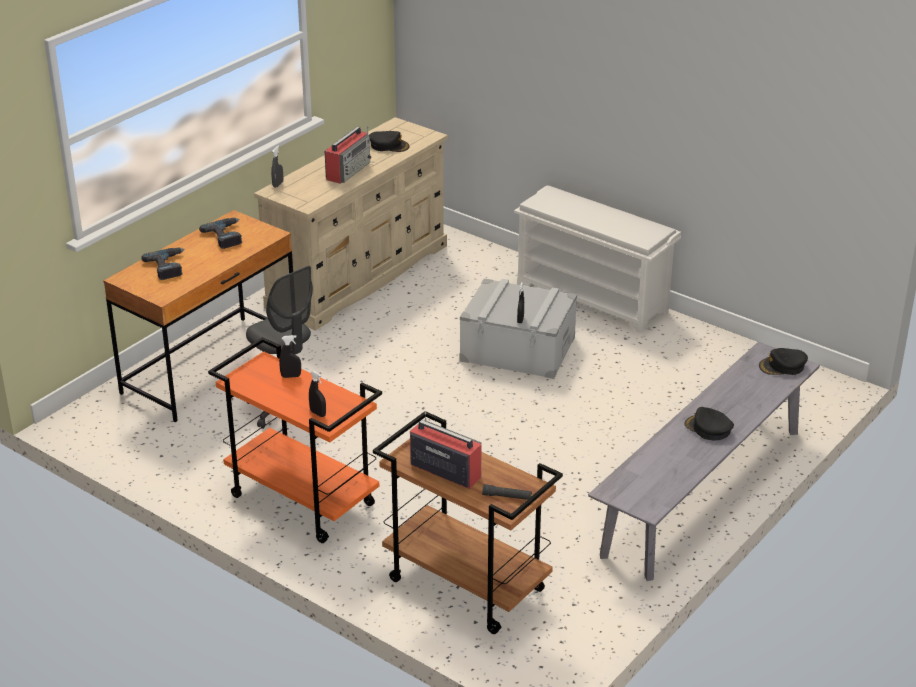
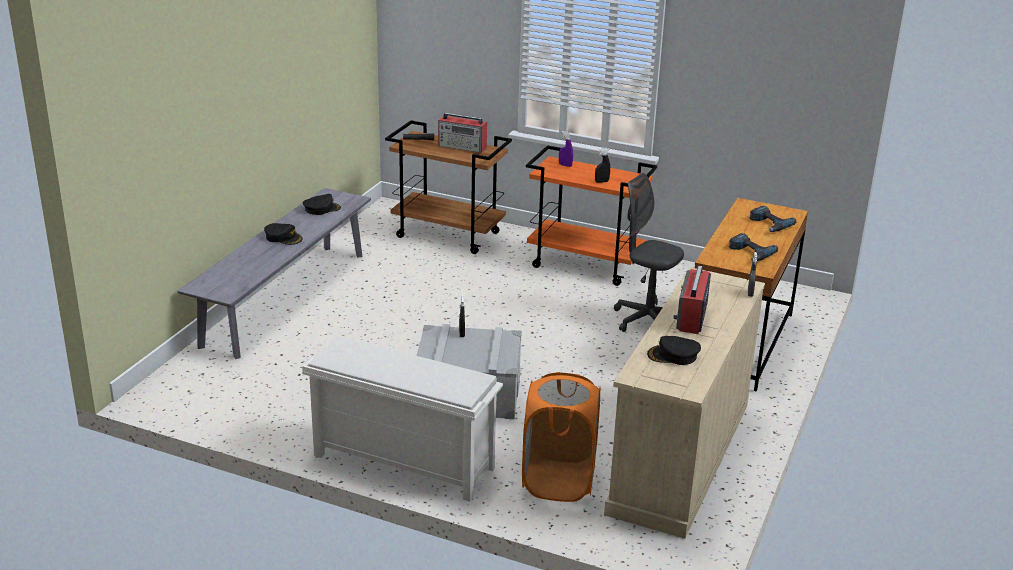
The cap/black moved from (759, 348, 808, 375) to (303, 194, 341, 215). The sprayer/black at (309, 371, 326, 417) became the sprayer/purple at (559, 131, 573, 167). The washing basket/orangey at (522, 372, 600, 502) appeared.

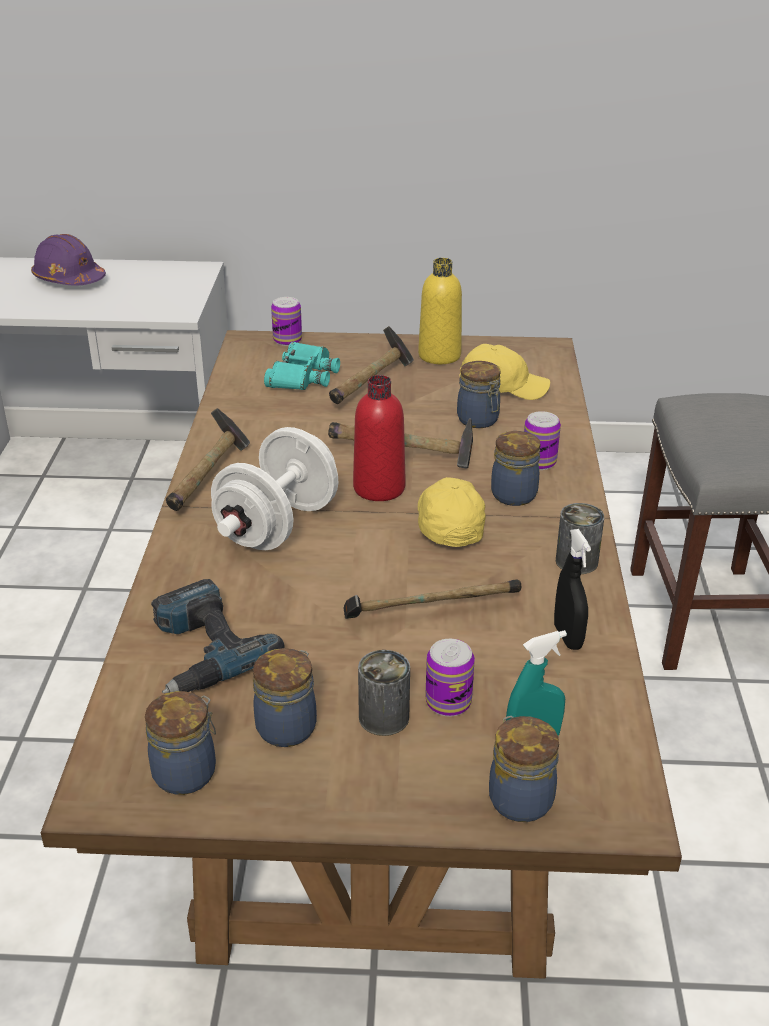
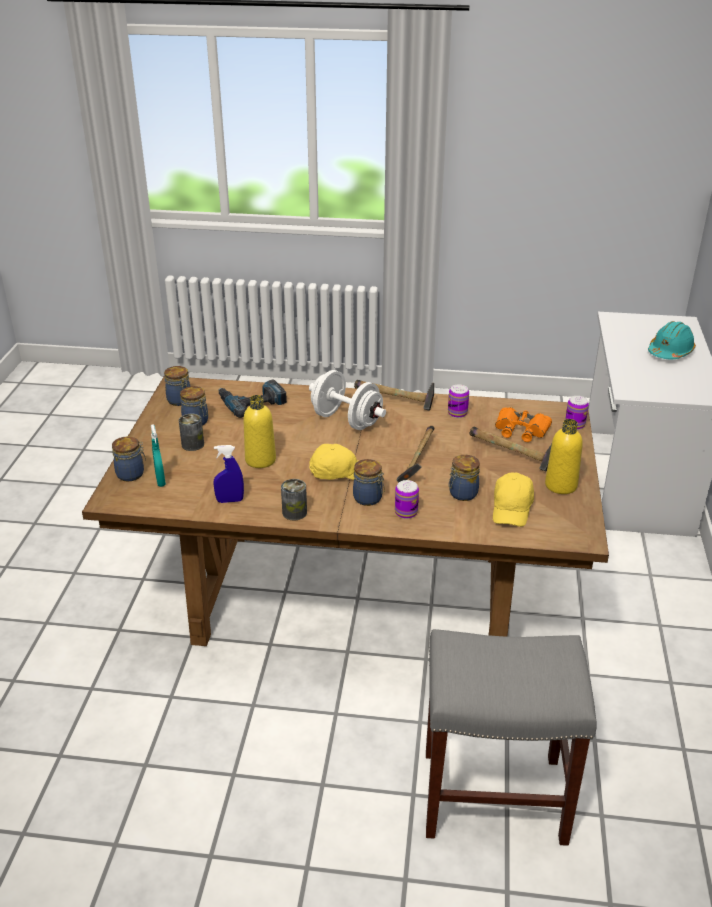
The hard hat/purple at (31, 234, 106, 285) became the hard hat/turquoise at (648, 321, 696, 360). The field glasses/turquoise at (264, 342, 340, 390) became the field glasses/orangey at (495, 407, 552, 442). The drink bottle/reddish at (353, 375, 406, 501) disappeared. The sprayer/black at (554, 529, 591, 650) became the sprayer/blue-coloured at (213, 445, 244, 503). The hammer at (344, 579, 521, 619) was replaced by the drink bottle/yellow at (243, 395, 276, 468). The metal can moved from (425, 639, 475, 717) to (448, 385, 469, 418).

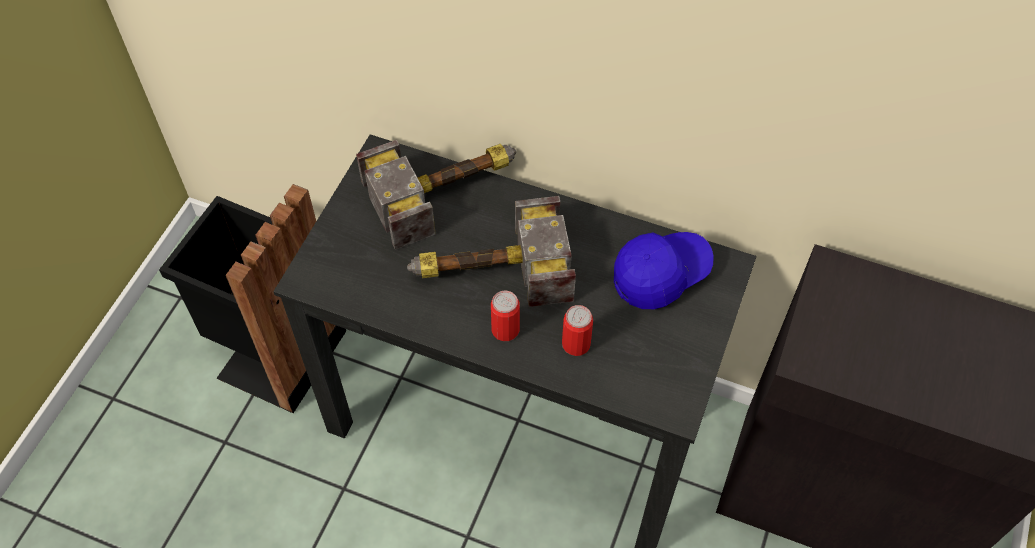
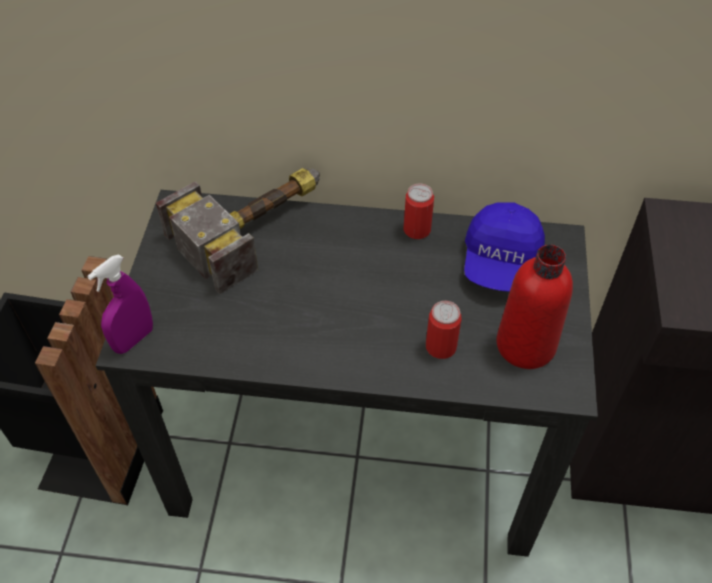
The hammer at (407, 196, 576, 307) disappeared. The cap/blue-coloured at (614, 232, 714, 309) turned 150 degrees clockwise. The metal can moved from (491, 291, 520, 341) to (403, 184, 434, 239). The drink bottle/reddish at (496, 245, 573, 369) appeared. The sprayer/purple at (87, 254, 153, 354) appeared.

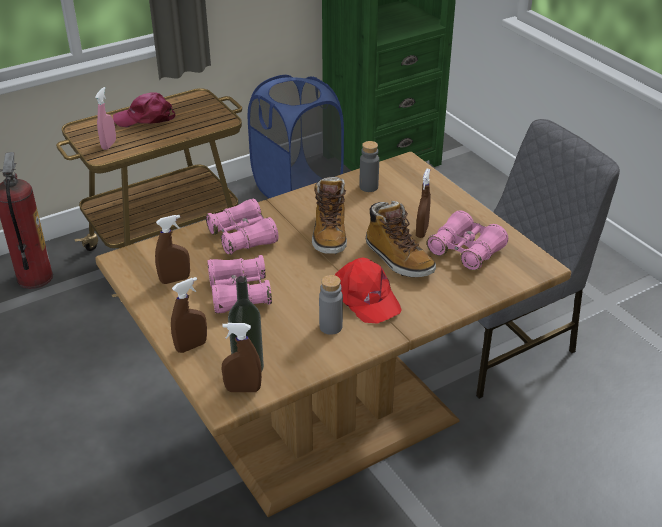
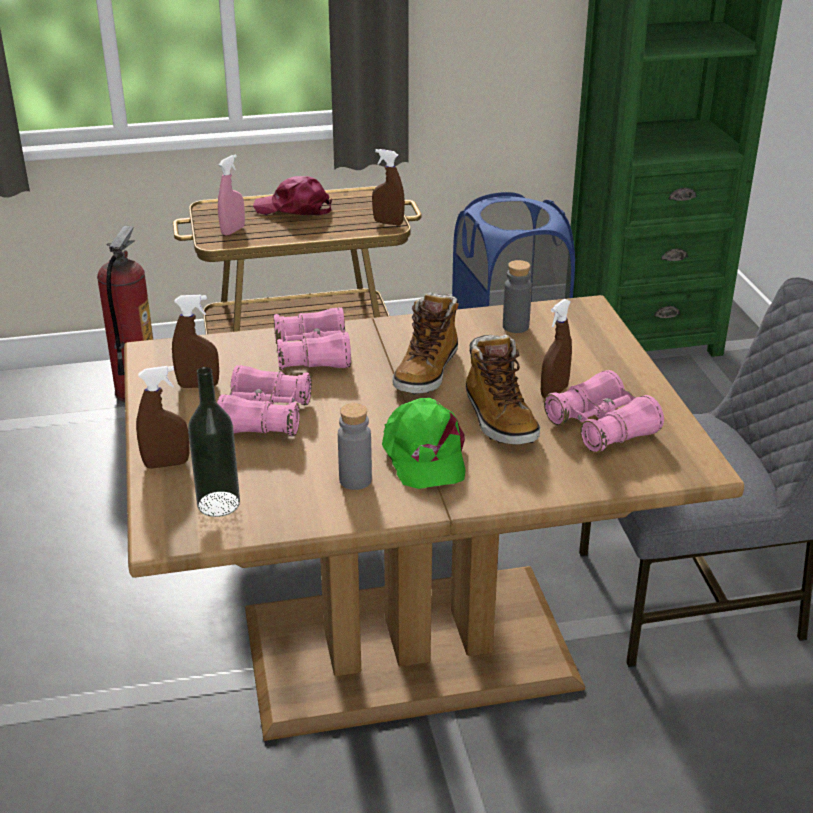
The cap/reddish at (335, 257, 402, 324) became the cap/green at (382, 398, 466, 489). The sprayer/brownish moved from (222, 323, 262, 392) to (372, 149, 405, 225).

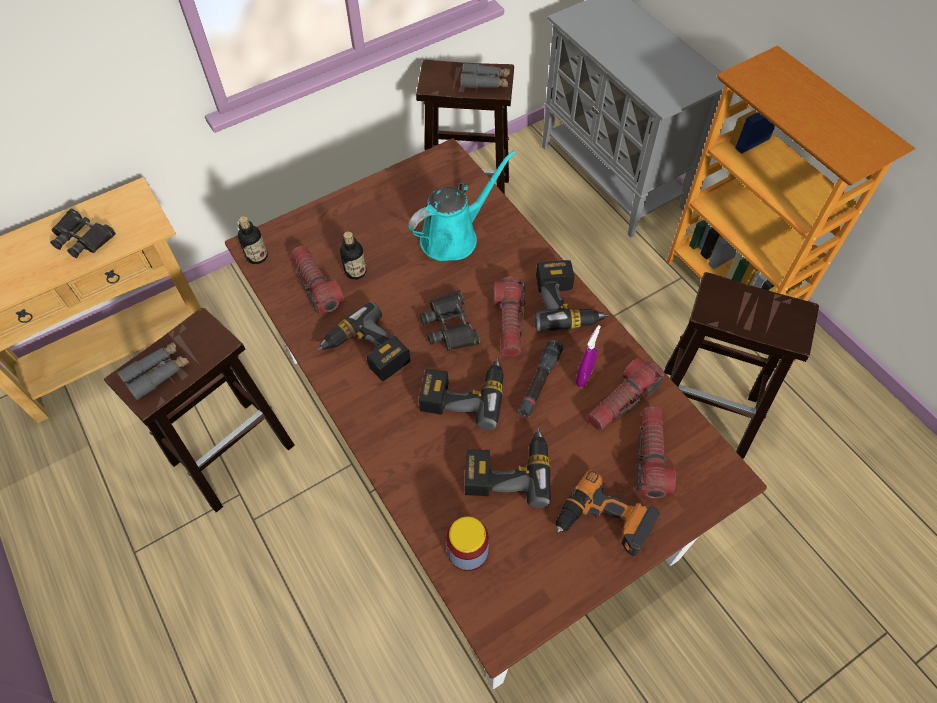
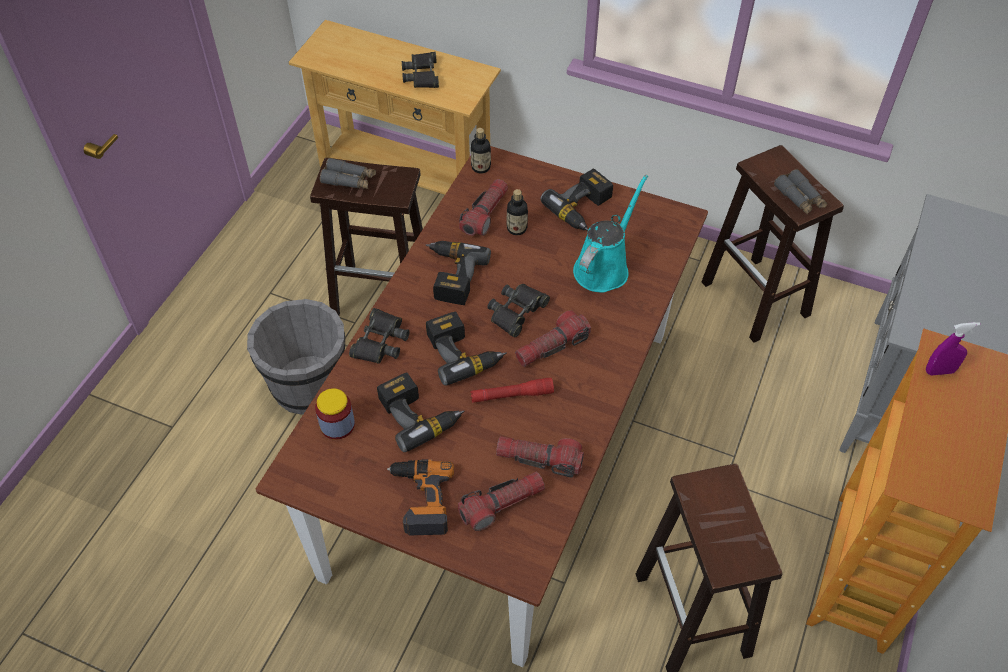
The sprinkling can/turquoise at (408, 151, 515, 261) turned 75 degrees counterclockwise. The electric drill moved from (534, 260, 609, 331) to (541, 168, 613, 231). The sprayer/purple moved from (576, 325, 601, 387) to (926, 322, 980, 375). The hand torch/black at (518, 340, 563, 418) became the hand torch/reddish at (471, 378, 554, 403). The bucket/gray at (247, 299, 345, 415) appeared. The field glasses/black at (349, 308, 410, 364) appeared.

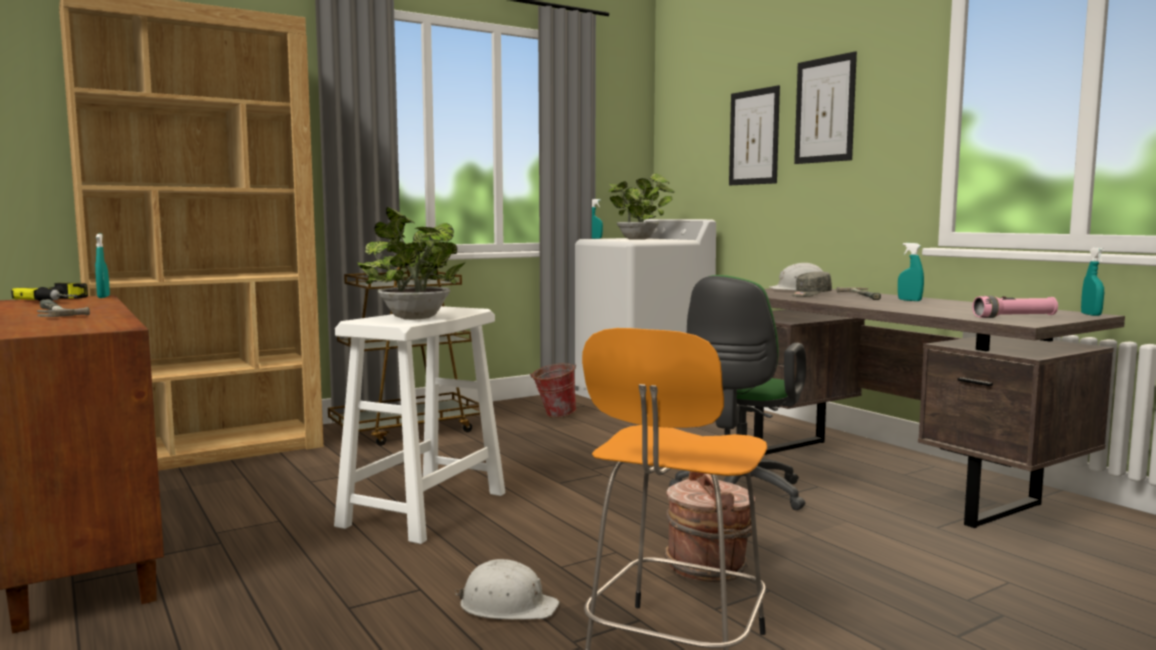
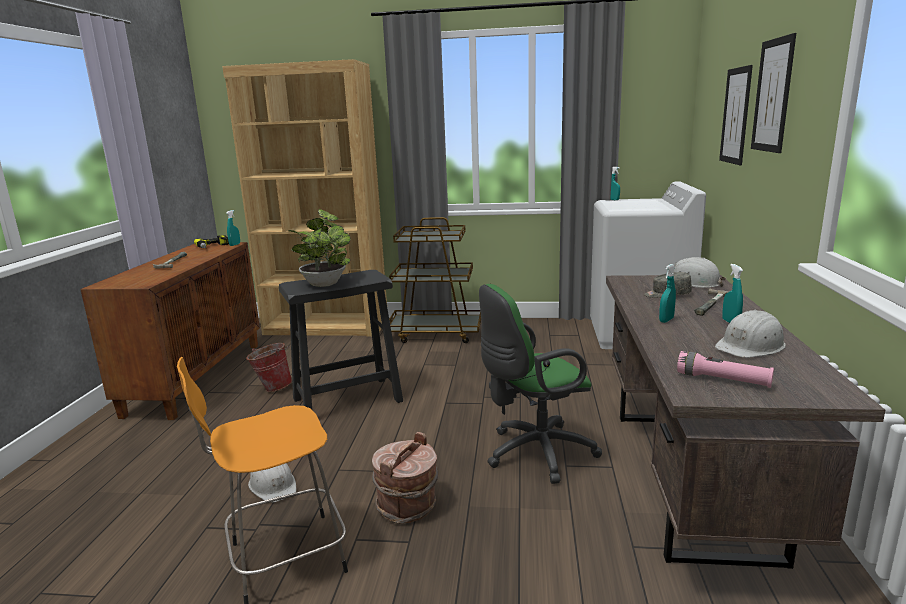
The houseplant at (608, 173, 675, 240) disappeared. The sprayer/turquoise moved from (1081, 248, 1104, 316) to (659, 264, 676, 323). The stool seat/whitish at (334, 306, 506, 544) became the stool seat/black at (279, 270, 403, 409). The bucket moved from (530, 363, 577, 418) to (246, 343, 292, 392). The hard hat/whitish at (715, 310, 786, 358) appeared.

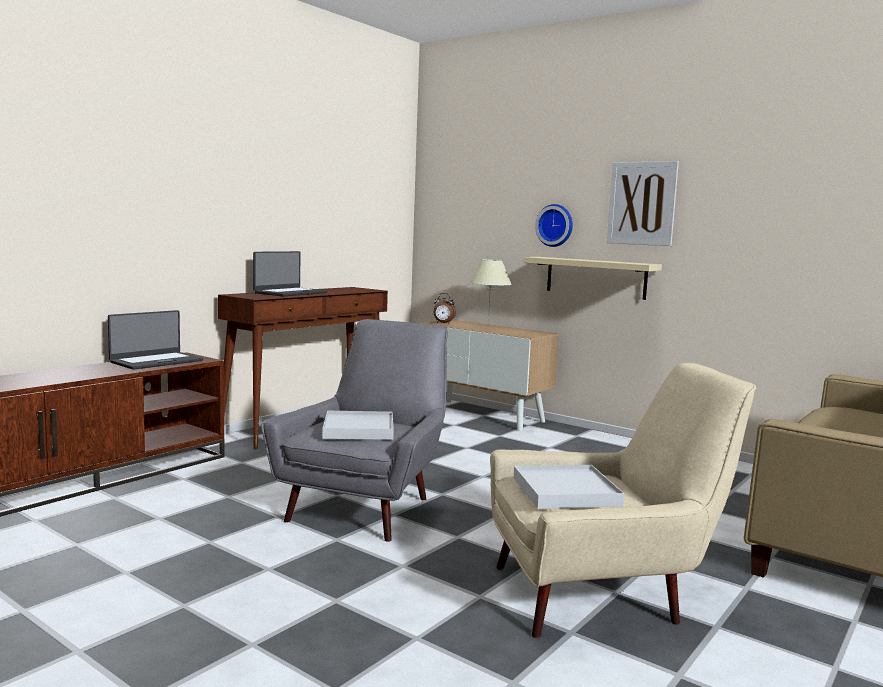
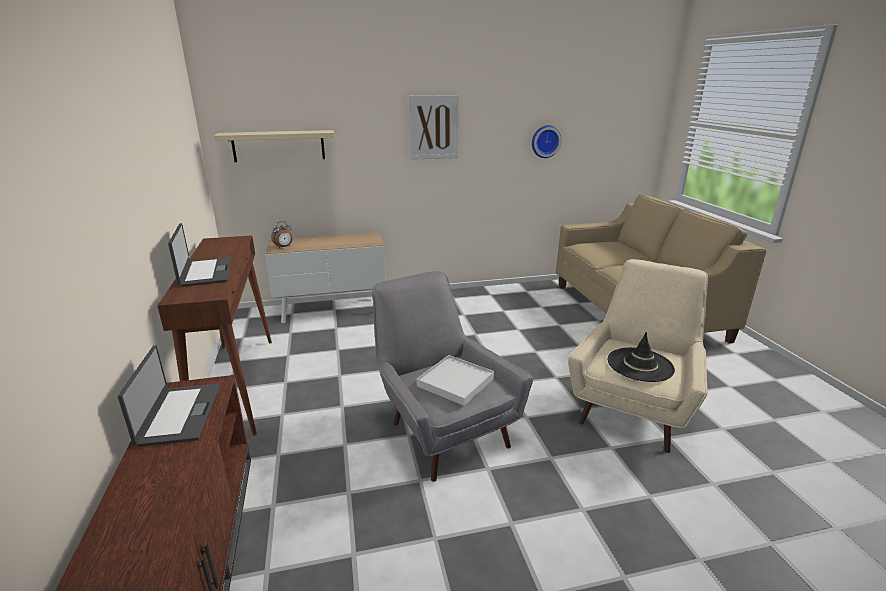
The clock on the wall moved from (535, 204, 573, 247) to (532, 125, 561, 158). The shelf/beige-coloured moved from (524, 257, 662, 300) to (214, 130, 334, 162). The table lamp/beige-coloured at (469, 259, 512, 326) disappeared. The carrying tray/whitish at (514, 465, 624, 509) was replaced by the hat/black at (608, 332, 675, 382).

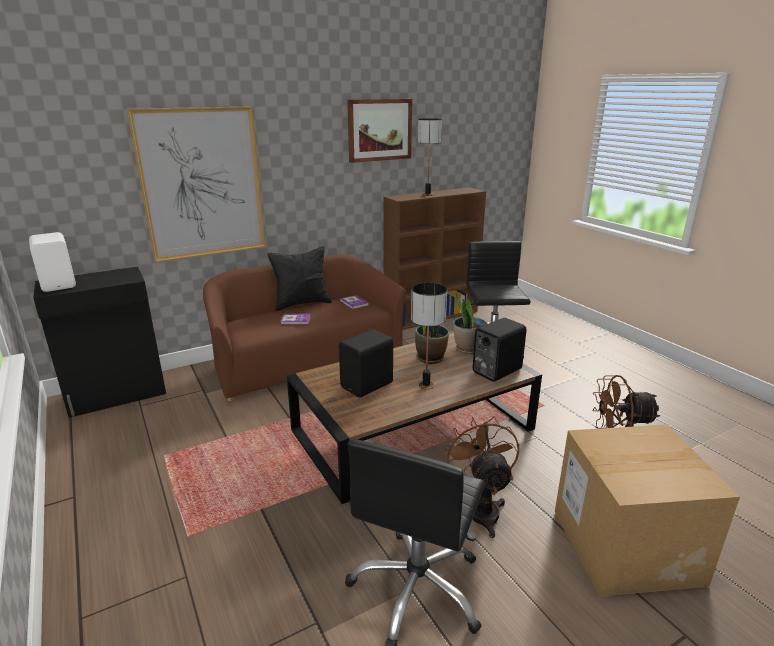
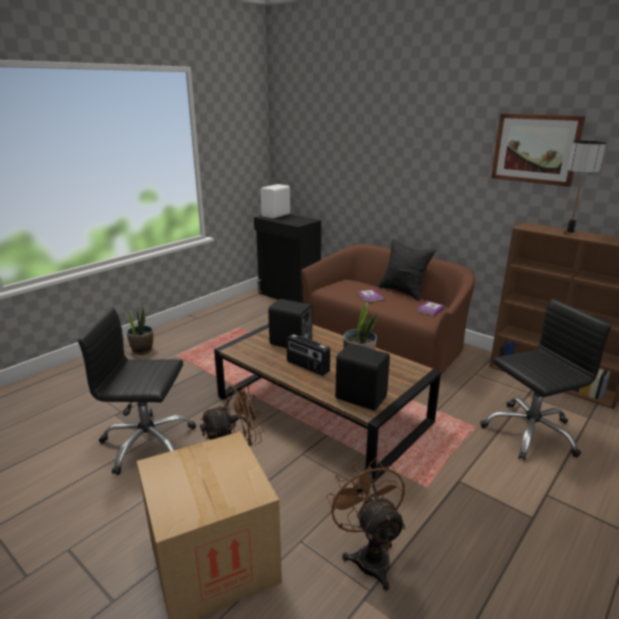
The wall art at (127, 106, 266, 263) disappeared. The table lamp at (411, 283, 447, 390) was replaced by the radio set at (286, 334, 330, 376). The houseplant moved from (453, 294, 487, 354) to (126, 306, 153, 355).

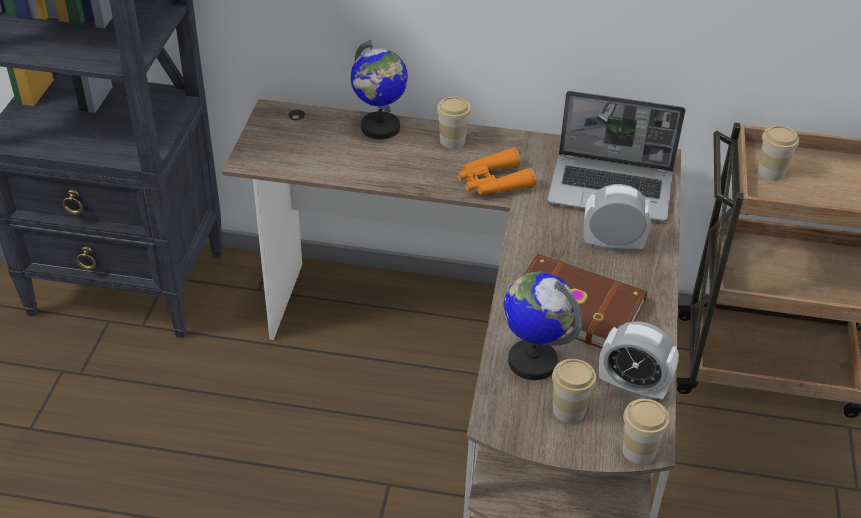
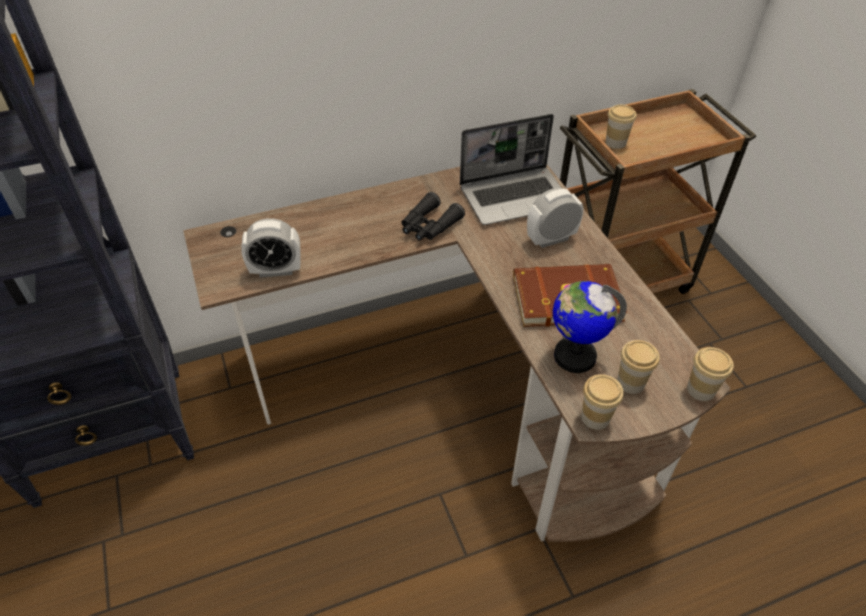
The desk globe at (351, 40, 408, 139) disappeared. The cup moved from (437, 96, 471, 149) to (581, 374, 623, 430). The field glasses/orangey at (458, 148, 536, 195) became the field glasses/black at (401, 192, 465, 241). The alarm clock moved from (599, 321, 679, 399) to (241, 218, 301, 278).

